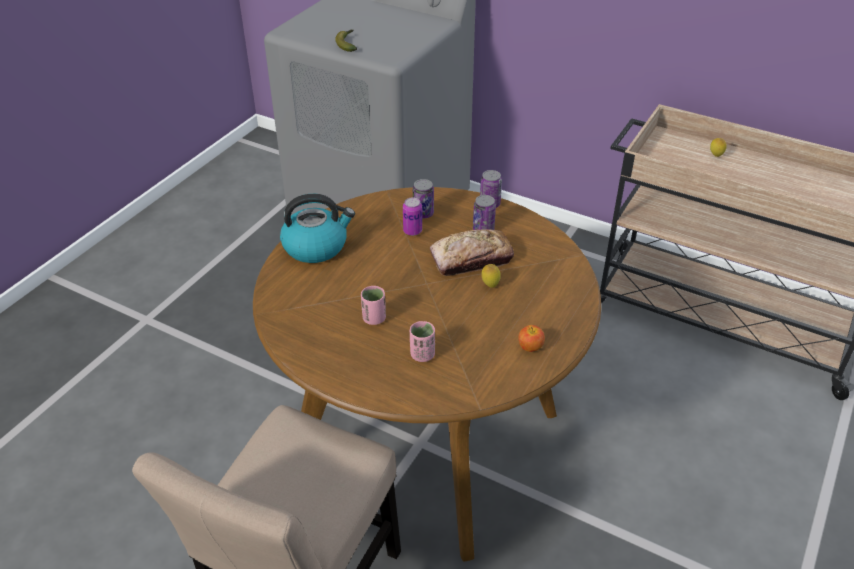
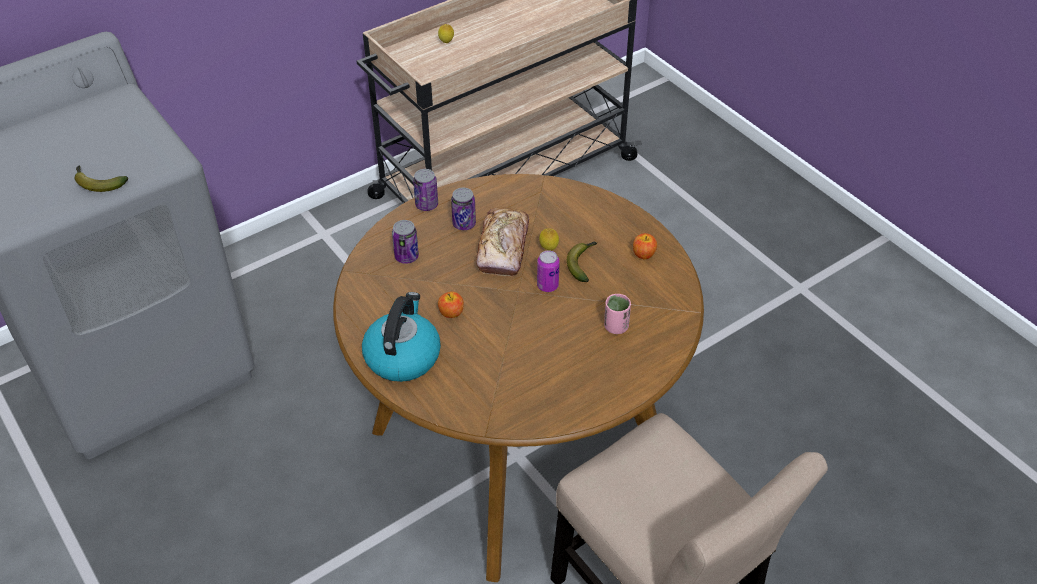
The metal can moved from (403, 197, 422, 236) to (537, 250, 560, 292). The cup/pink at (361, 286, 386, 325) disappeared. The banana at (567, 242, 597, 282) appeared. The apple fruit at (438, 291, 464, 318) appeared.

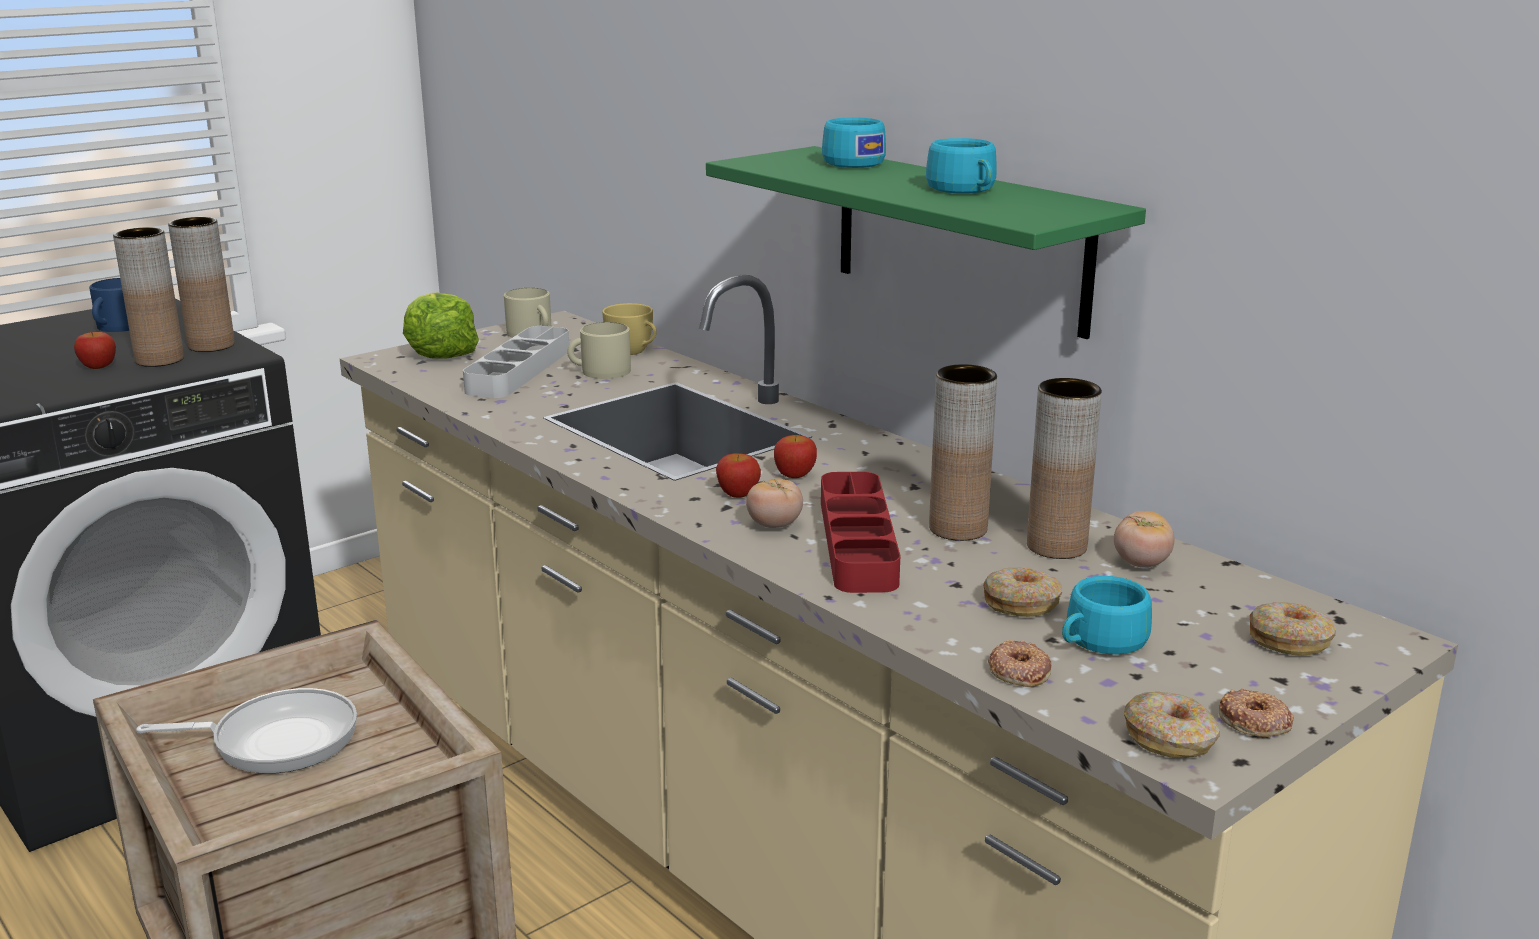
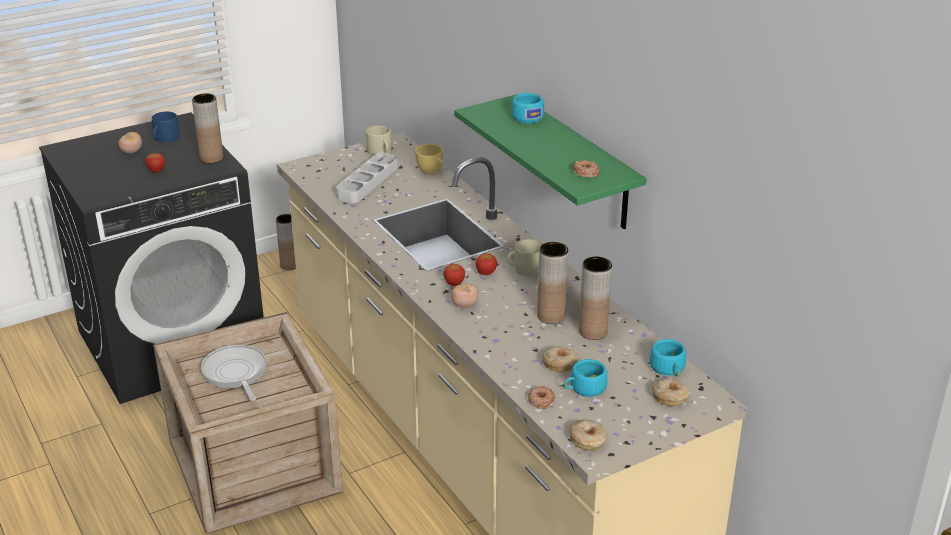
The cup/turquoise moved from (926, 138, 997, 194) to (649, 339, 686, 376). The flower vase/brownish moved from (113, 227, 184, 367) to (276, 214, 296, 270). The lettuce at (403, 293, 479, 359) disappeared. The coffee mug/beige-coloured moved from (567, 322, 631, 379) to (507, 239, 543, 277). The carrying tray/reddish at (821, 472, 900, 593) disappeared. The tomato moved from (1114, 511, 1174, 567) to (118, 132, 142, 153). The skillet at (136, 688, 357, 773) turned 120 degrees counterclockwise. The doughnut moved from (1219, 689, 1294, 737) to (573, 160, 599, 177).

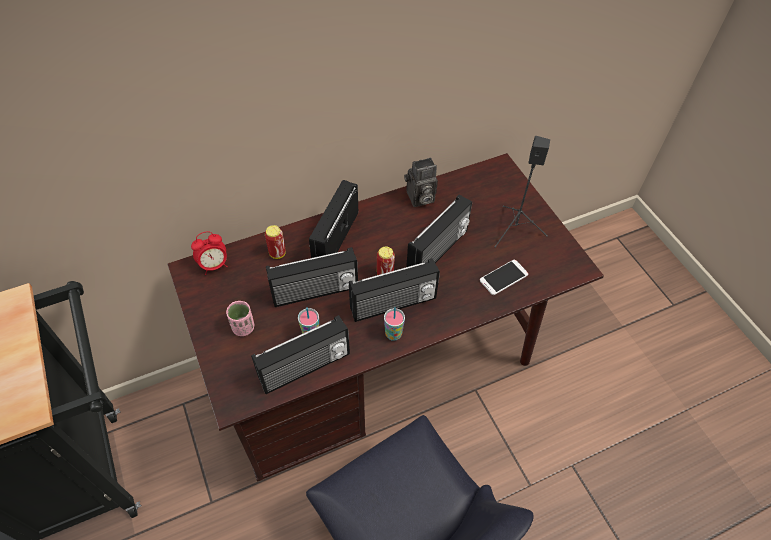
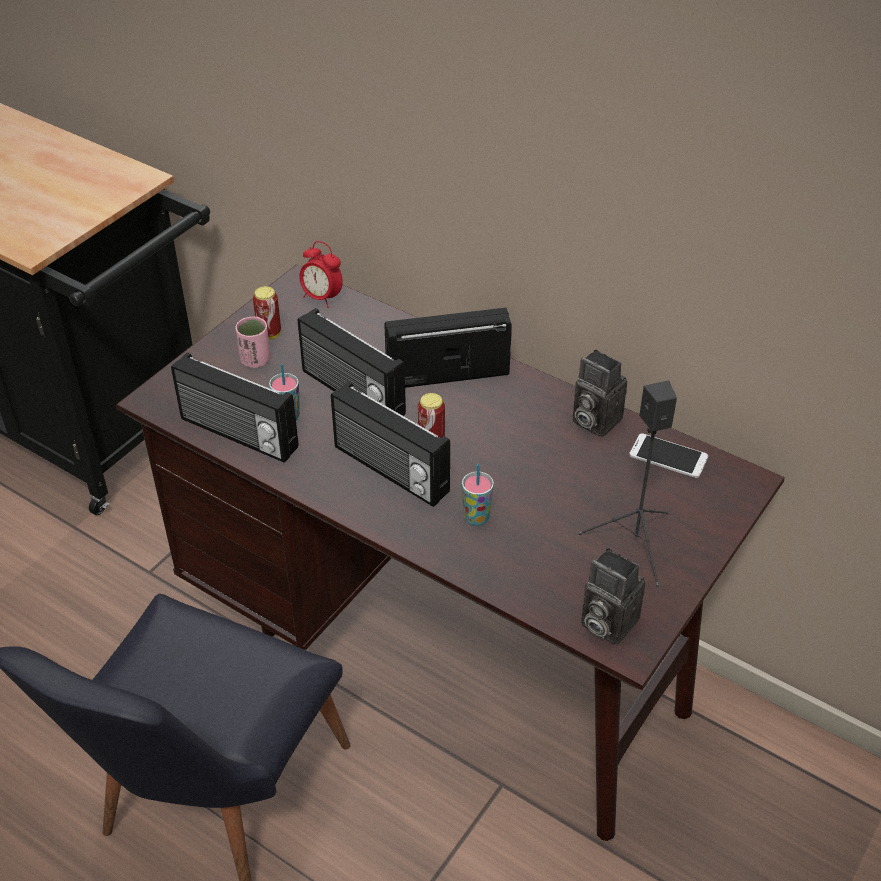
The radio set at (406, 195, 472, 267) disappeared. The metal can moved from (265, 225, 286, 259) to (253, 286, 281, 339). The phone moved from (480, 260, 528, 295) to (629, 433, 708, 478). The cup moved from (384, 307, 405, 341) to (462, 464, 494, 526). The still camera at (581, 548, 645, 645) appeared.

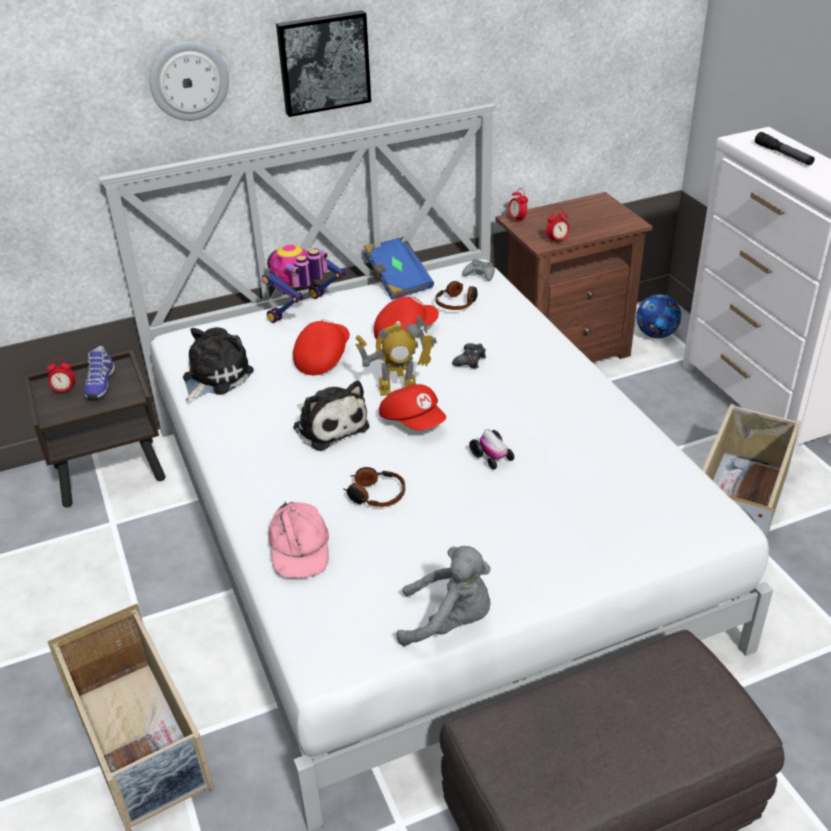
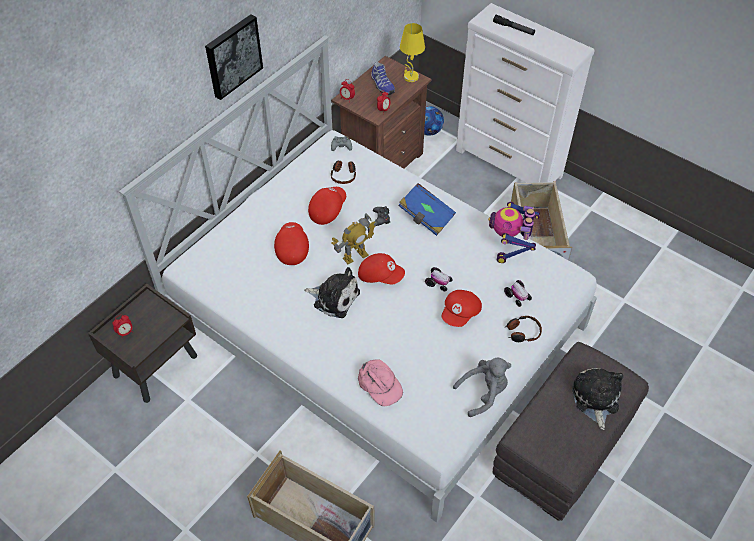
The clock on the wall at (150, 41, 229, 121) disappeared. The volume/blue-coloured moved from (364, 237, 434, 300) to (398, 183, 456, 236). The model robot moved from (262, 245, 346, 323) to (488, 202, 540, 263). The plush toy moved from (183, 327, 254, 404) to (572, 368, 623, 430). The item of footwear moved from (84, 346, 115, 400) to (371, 62, 395, 95). The pair of headphones moved from (343, 467, 405, 507) to (504, 316, 542, 342). The table lamp/yellow at (400, 23, 425, 82) appeared. The miniature car at (504, 280, 532, 307) appeared. The cap/reddish at (442, 290, 482, 327) appeared.

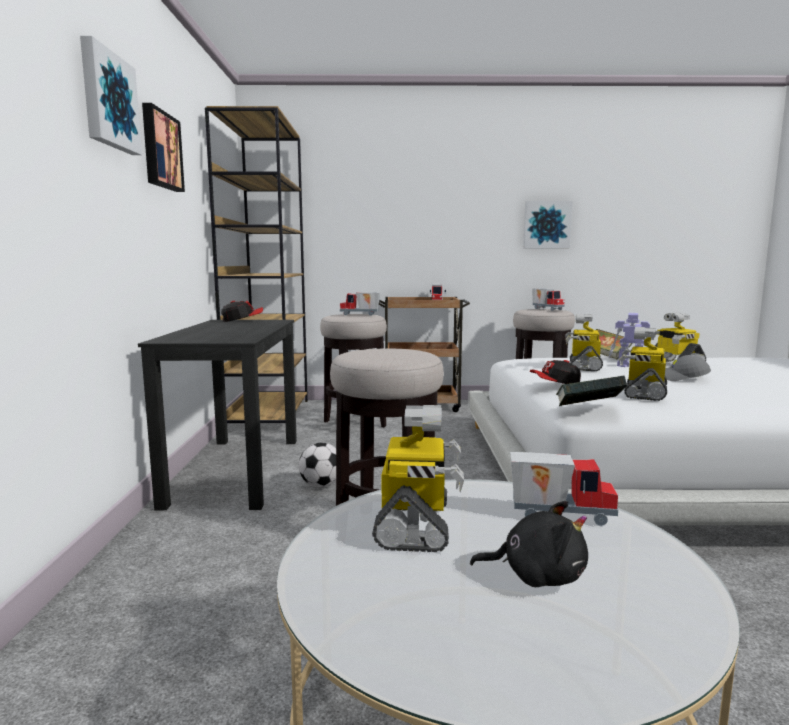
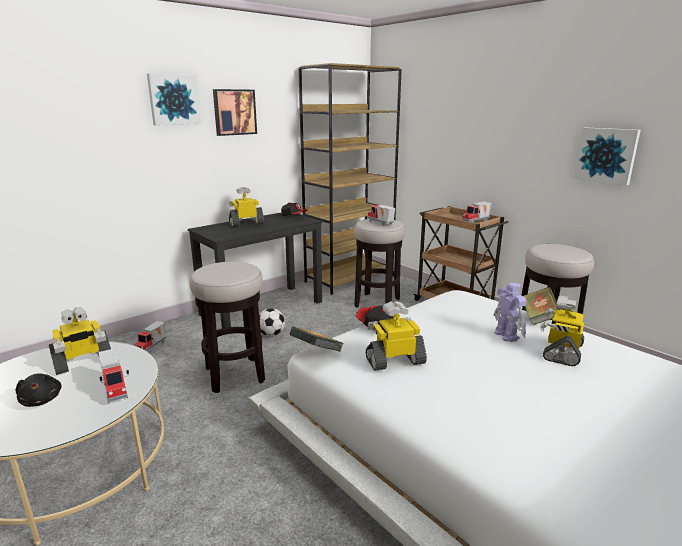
The toy lorry moved from (532, 288, 565, 311) to (134, 321, 167, 353). The model robot moved from (565, 314, 603, 371) to (229, 187, 264, 227). The cap/gray at (665, 355, 711, 381) disappeared.

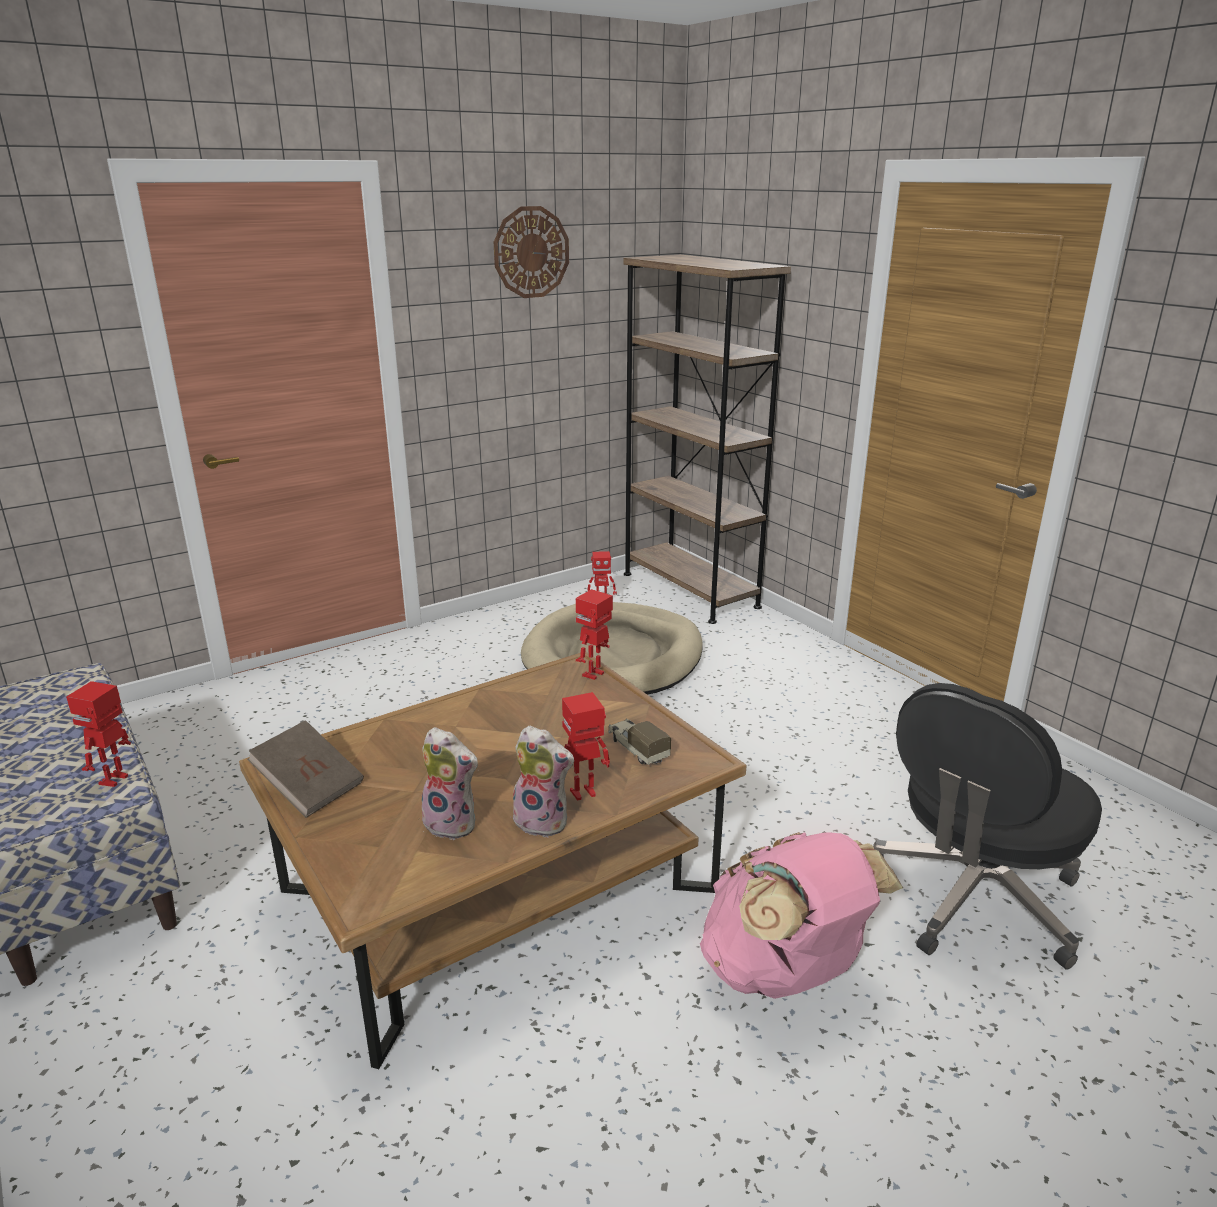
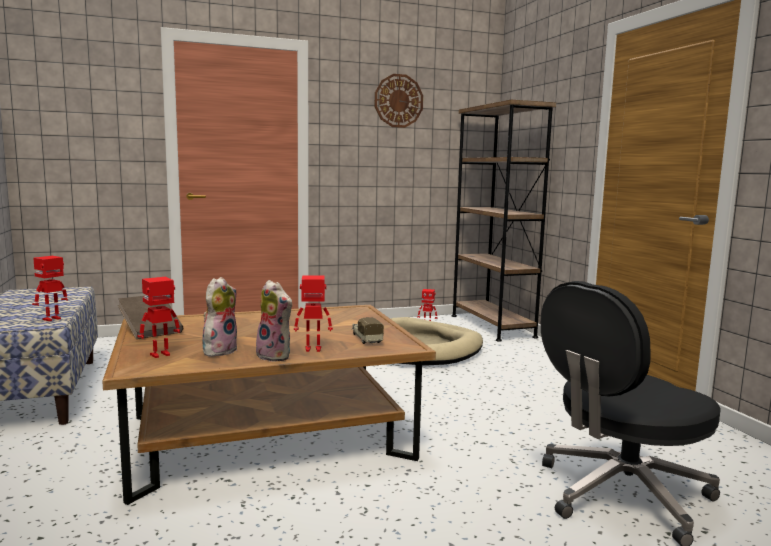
The model robot moved from (576, 589, 613, 680) to (137, 277, 180, 358). The plush toy at (420, 727, 478, 840) turned 105 degrees counterclockwise. The rucksack/pink at (700, 832, 903, 999) disappeared.

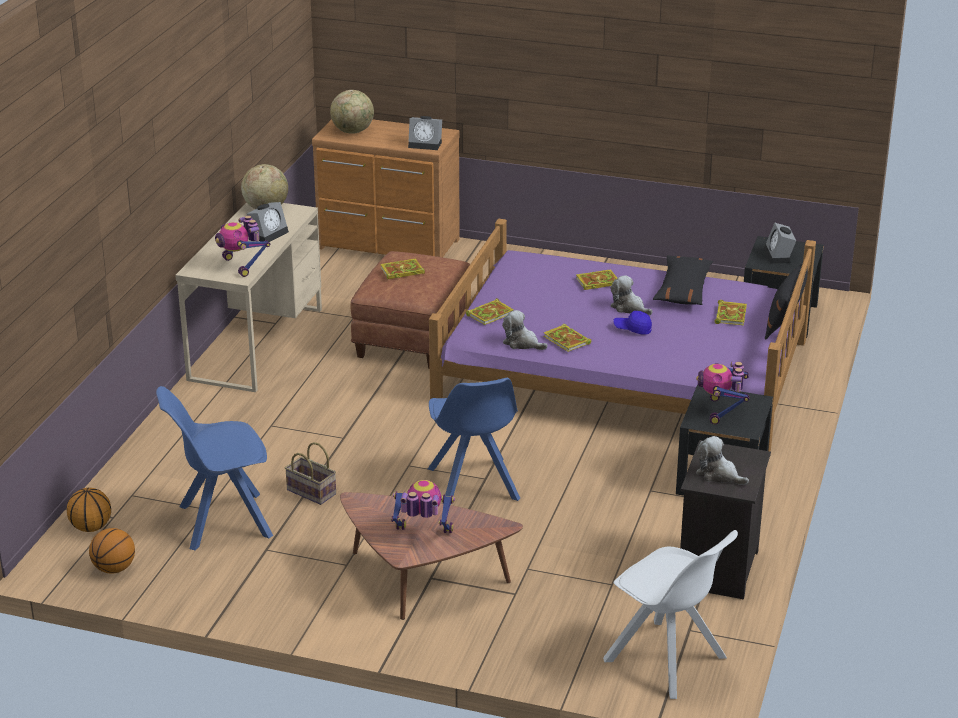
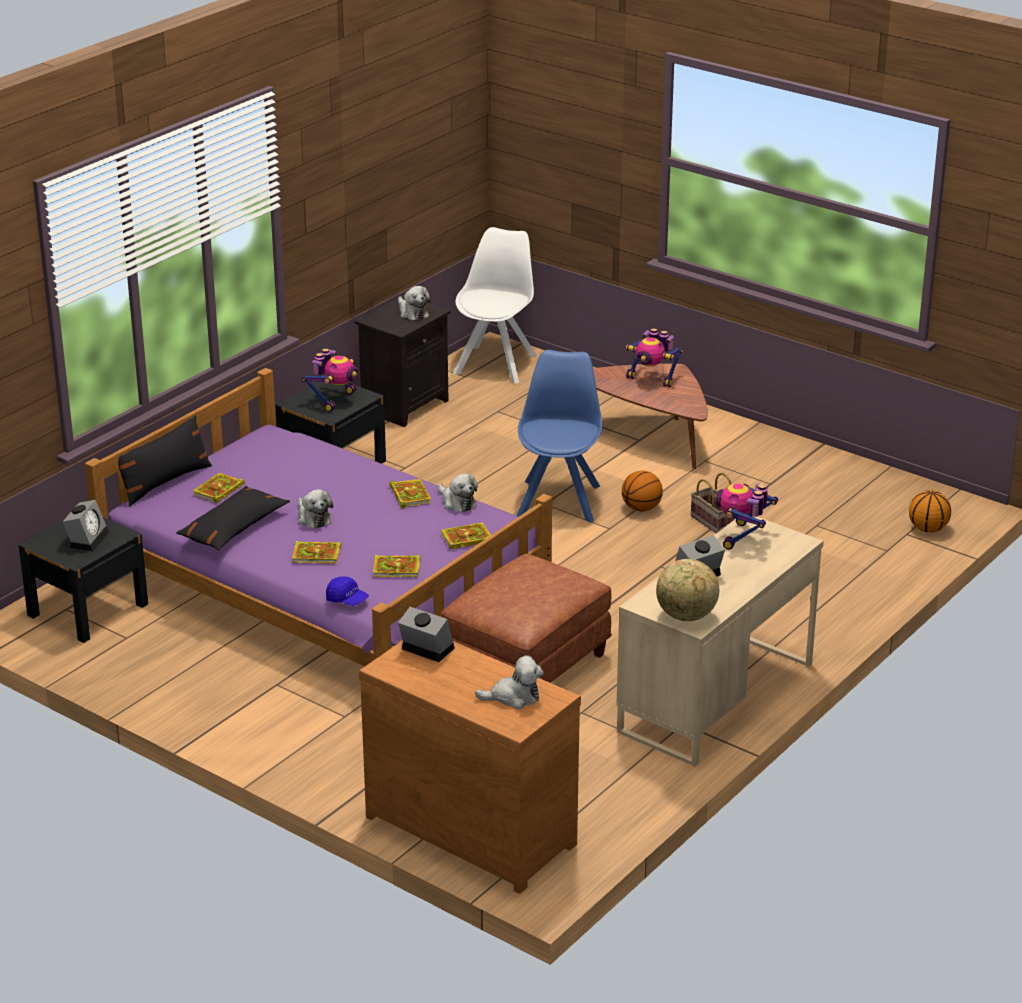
The desk globe at (330, 90, 374, 134) was replaced by the plush toy at (475, 655, 543, 709). The model robot at (215, 215, 270, 277) turned 150 degrees counterclockwise. The volume moved from (380, 259, 425, 279) to (373, 555, 421, 577). The cap/blue-coloured moved from (613, 311, 652, 335) to (326, 577, 369, 606). The chair/blue-coloured at (156, 386, 273, 550) disappeared. The basketball moved from (89, 528, 135, 574) to (622, 471, 663, 512). The chair/whitish at (603, 530, 738, 699) turned 45 degrees clockwise.

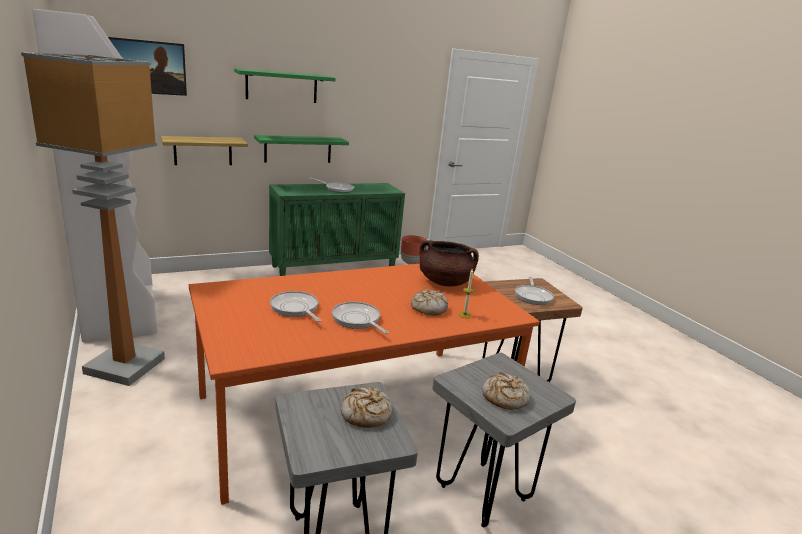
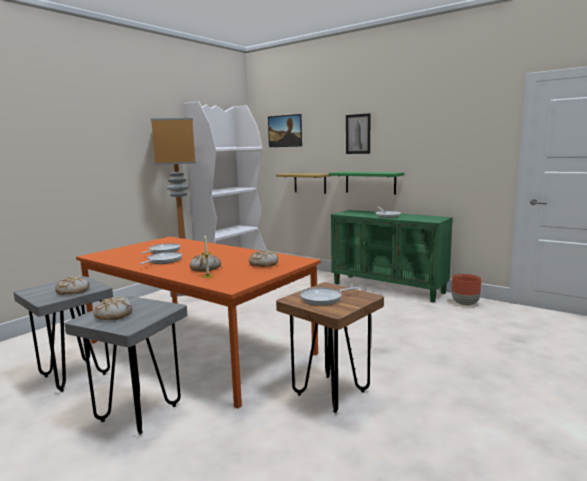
The shelf/green at (234, 68, 336, 103) was replaced by the wall art at (346, 113, 371, 154). The stockpot/brownish at (419, 240, 479, 286) was replaced by the bread at (249, 250, 278, 267).

